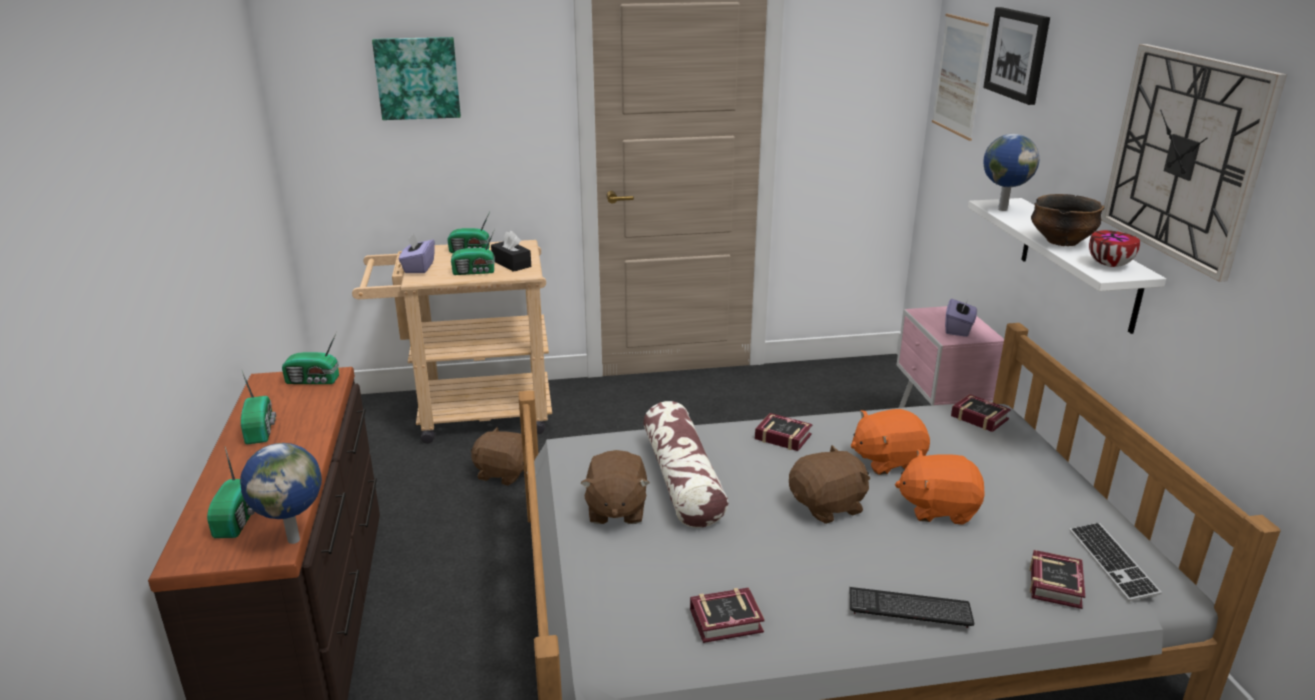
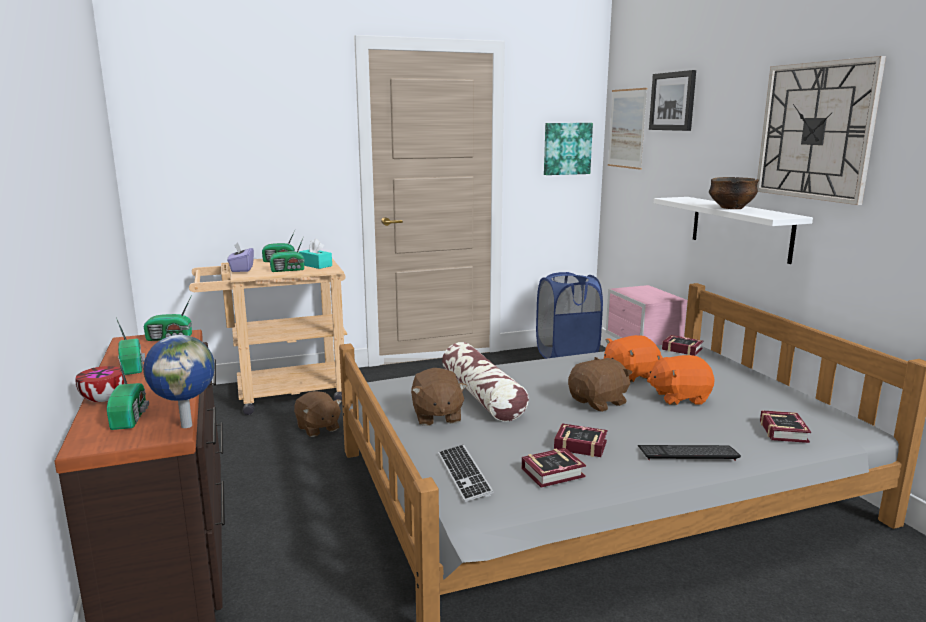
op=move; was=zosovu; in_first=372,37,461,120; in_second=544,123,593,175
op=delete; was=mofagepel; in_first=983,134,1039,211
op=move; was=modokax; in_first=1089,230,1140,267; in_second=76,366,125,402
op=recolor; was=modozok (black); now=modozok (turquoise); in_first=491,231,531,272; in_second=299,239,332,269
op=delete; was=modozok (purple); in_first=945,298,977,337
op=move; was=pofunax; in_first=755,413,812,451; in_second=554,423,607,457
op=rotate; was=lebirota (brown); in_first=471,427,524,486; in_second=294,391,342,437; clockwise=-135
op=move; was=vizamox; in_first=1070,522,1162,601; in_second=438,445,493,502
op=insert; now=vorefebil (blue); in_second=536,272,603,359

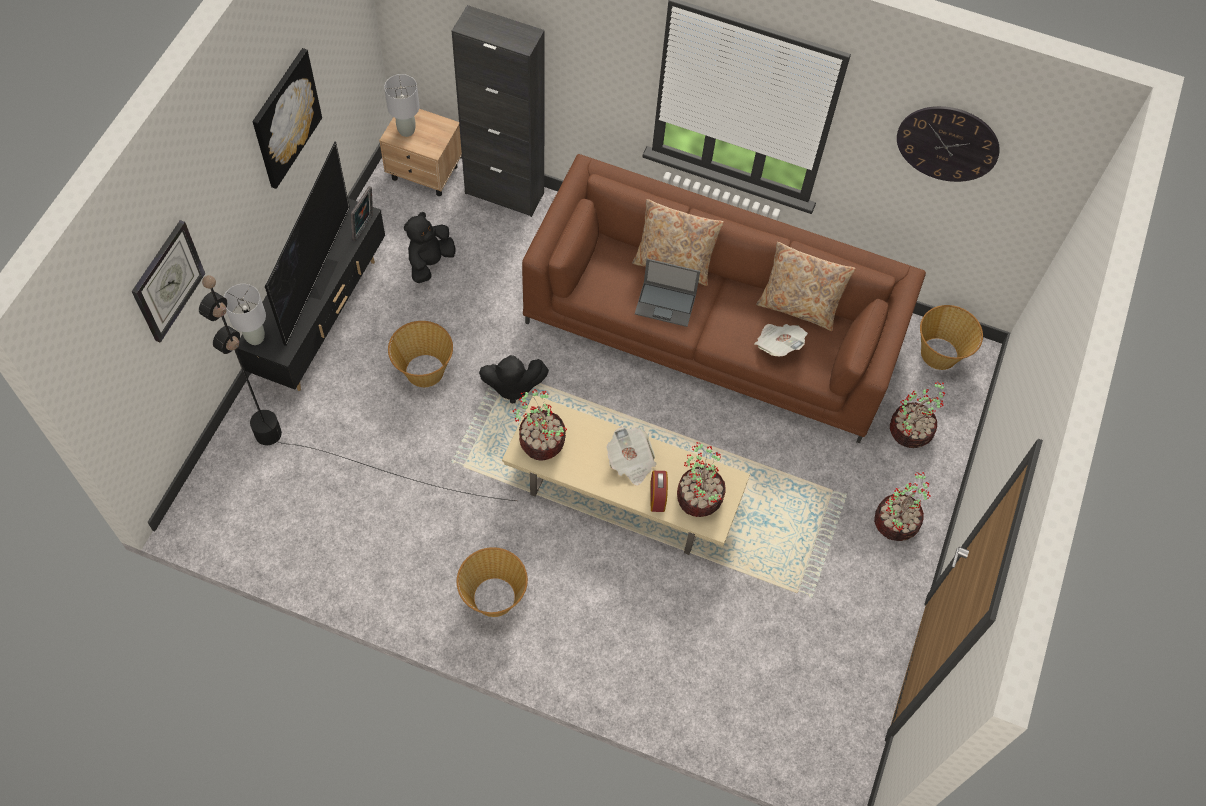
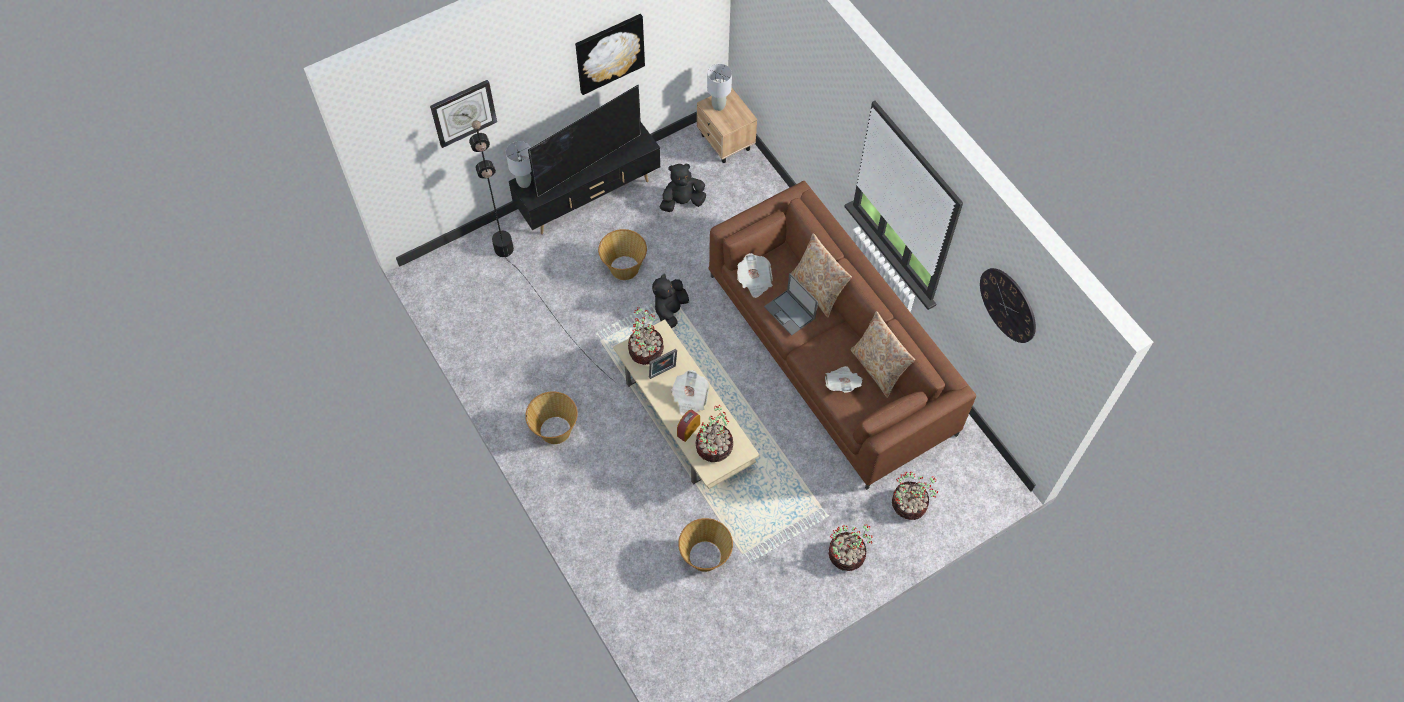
op=delete; was=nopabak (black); in_first=452,5,545,217
op=move; was=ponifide; in_first=351,186,373,242; in_second=649,349,677,379
op=move; was=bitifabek; in_first=920,305,983,370; in_second=678,518,733,572
op=rotate; was=lebirota (black); in_first=479,355,549,403; in_second=652,274,689,328; clockwise=75
op=insert; now=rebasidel; in_second=737,253,773,298

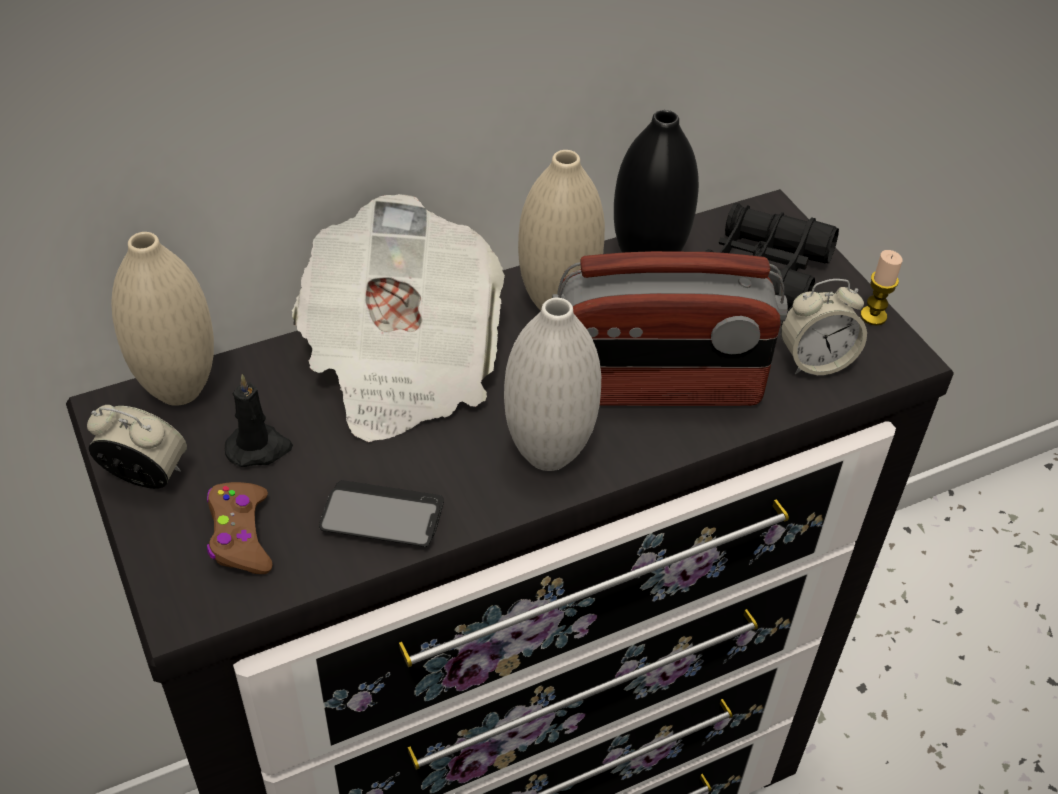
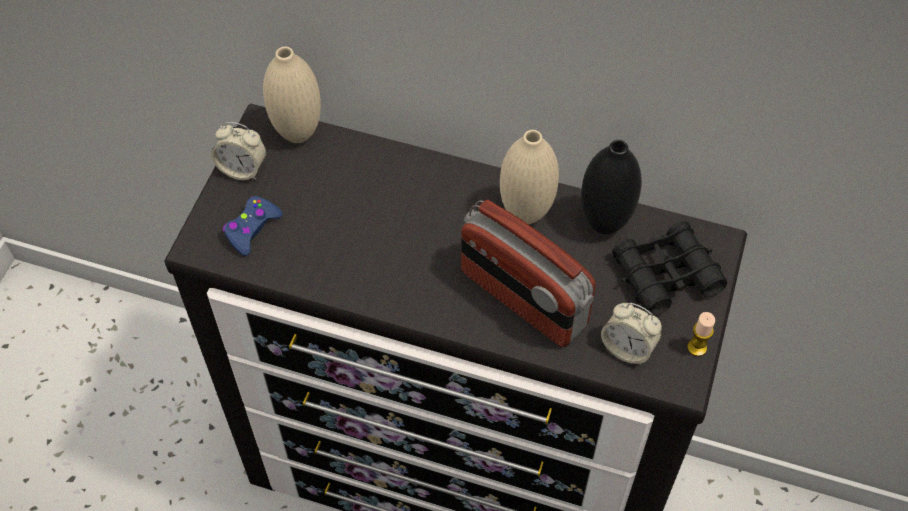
op=delete; was=rebasidel; in_first=292,194,505,442
op=delete; was=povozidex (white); in_first=504,298,601,471
op=delete; was=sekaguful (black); in_first=225,374,293,467
op=rotate; was=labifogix; in_first=87,405,187,489; in_second=211,122,266,180; clockwise=135
op=delete; was=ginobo; in_first=319,480,444,547
op=recolor; was=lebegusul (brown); now=lebegusul (blue); in_first=207,482,273,574; in_second=223,196,283,256

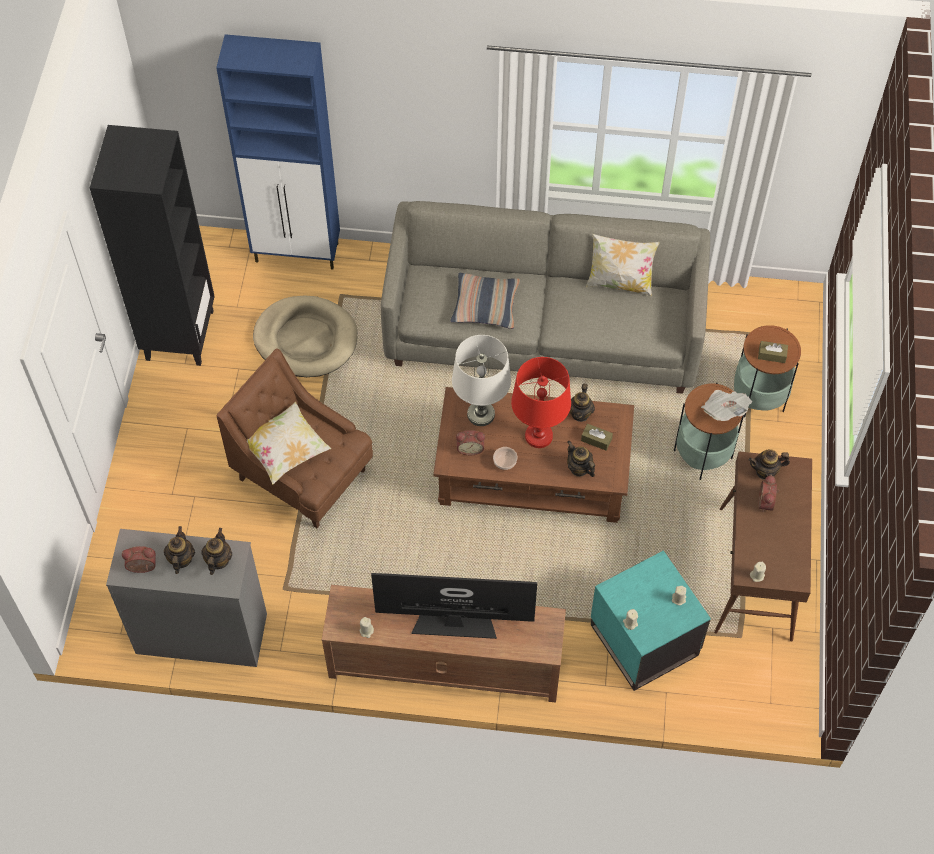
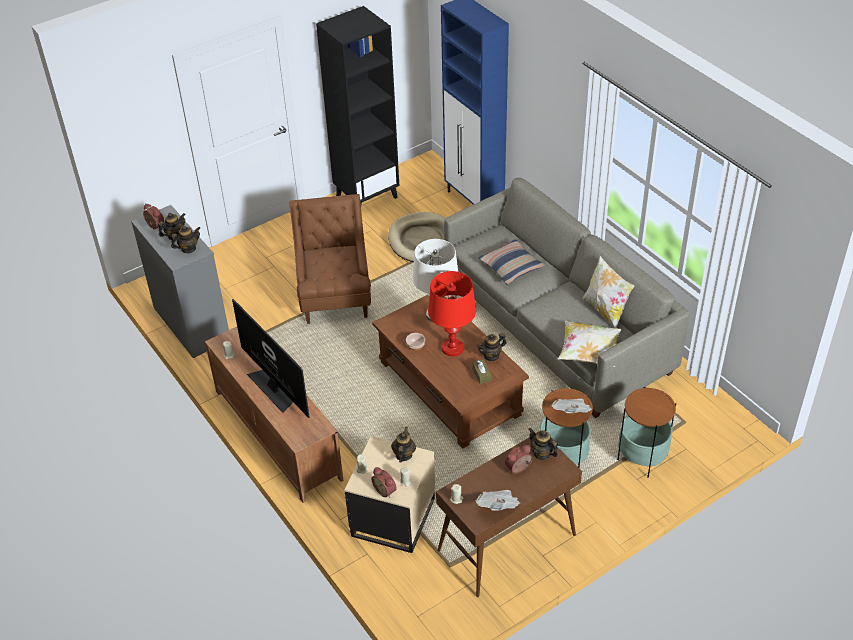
op=delete; was=modozok (brown); in_first=758,341,788,363
op=move; was=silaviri; in_first=247,402,332,484; in_second=558,321,621,367
op=move; was=labifogix; in_first=456,430,485,455; in_second=372,467,397,498
op=move; was=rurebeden; in_first=567,441,595,477; in_second=391,426,416,463
op=recolor; was=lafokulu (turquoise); now=lafokulu (beige); in_first=591,550,711,691; in_second=344,436,435,553
op=insert; now=rebasidel; in_second=476,490,520,511

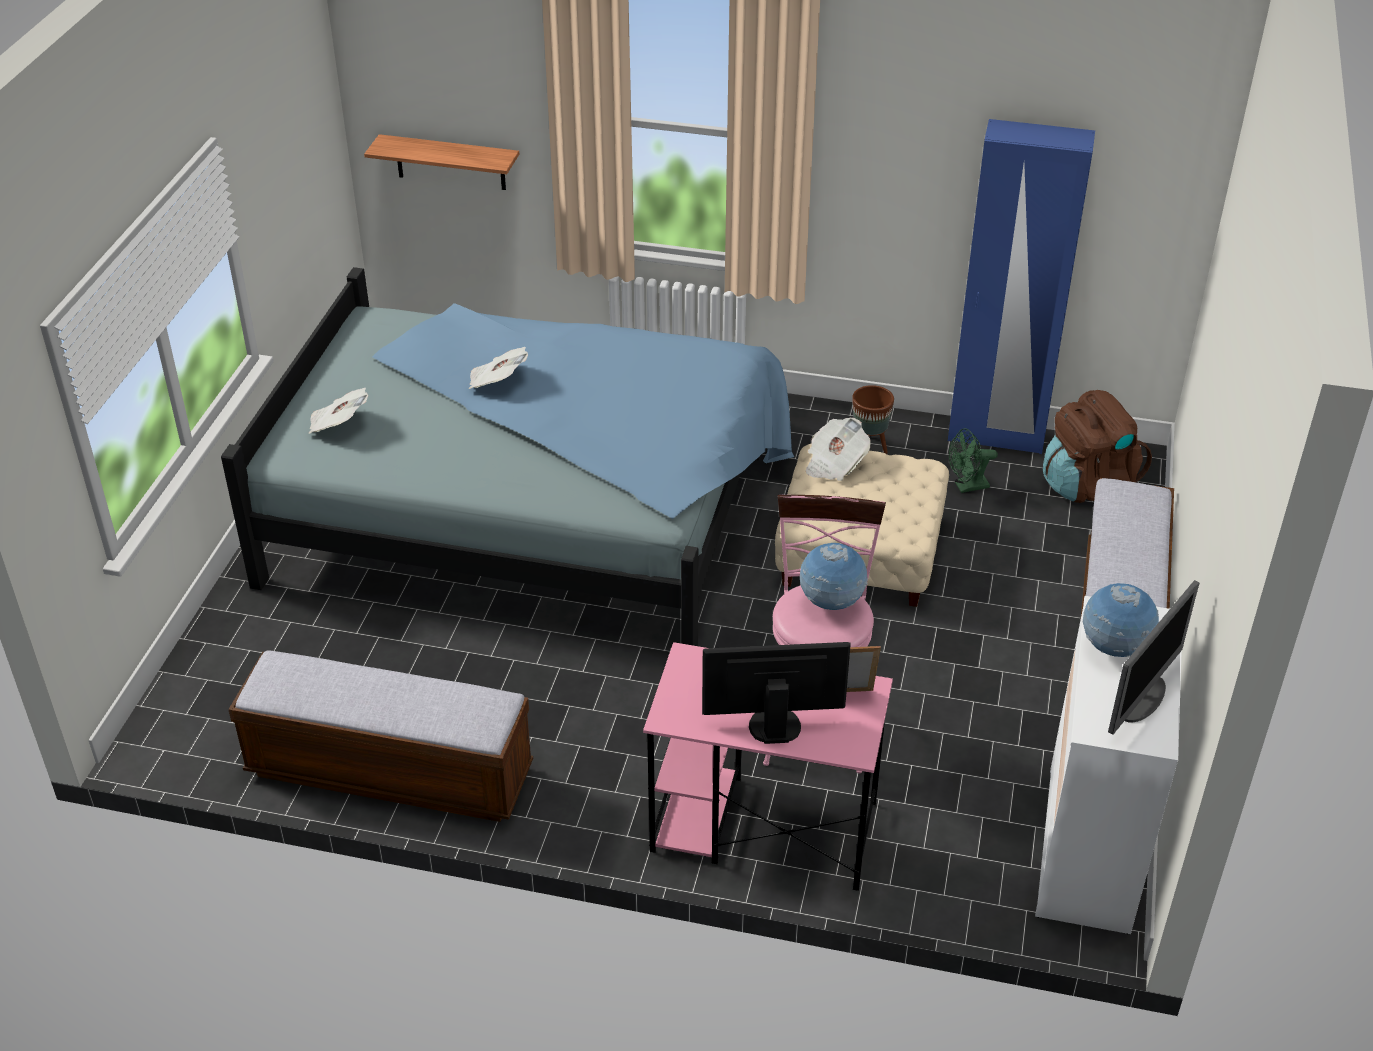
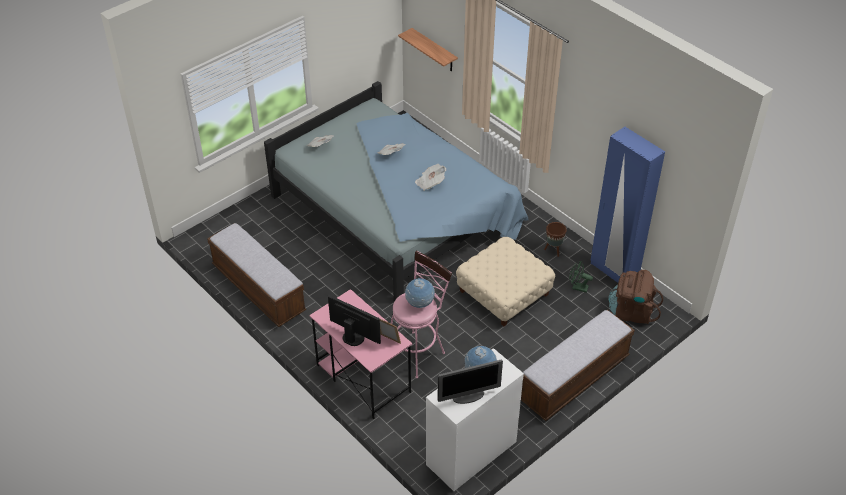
op=move; was=rebasidel; in_first=806,418,871,481; in_second=415,164,446,191

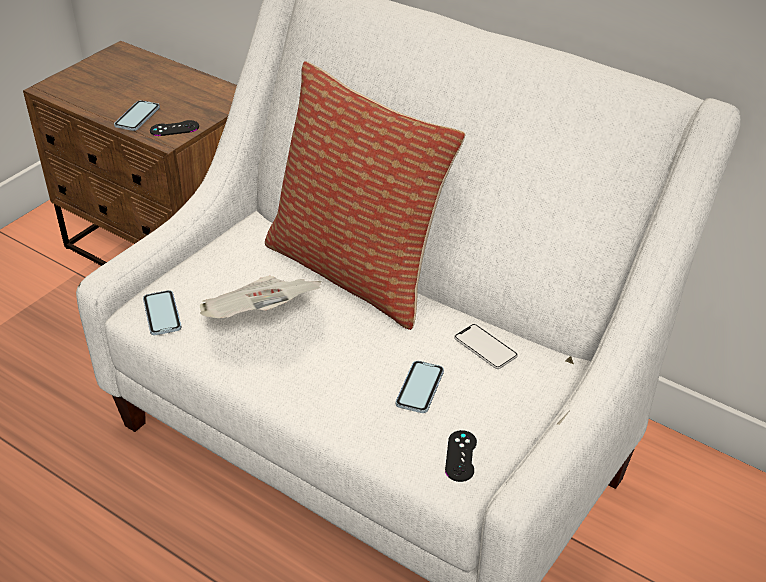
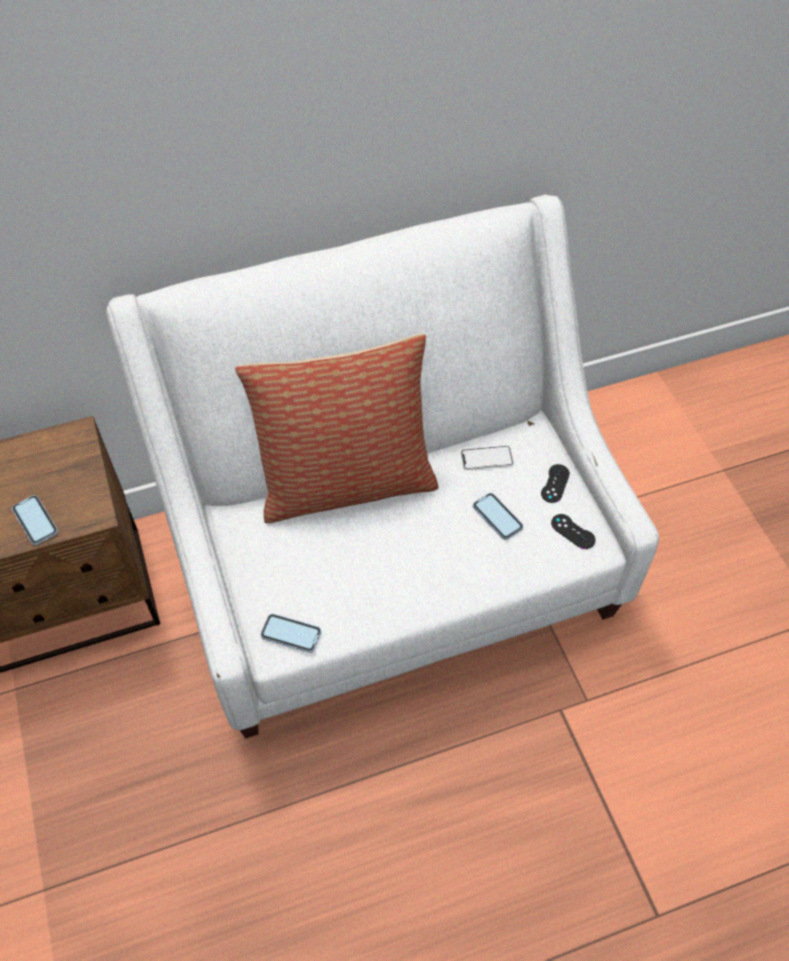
op=move; was=lebegusul (black); in_first=150,120,199,136; in_second=541,464,570,503
op=delete; was=rebasidel; in_first=199,276,321,318

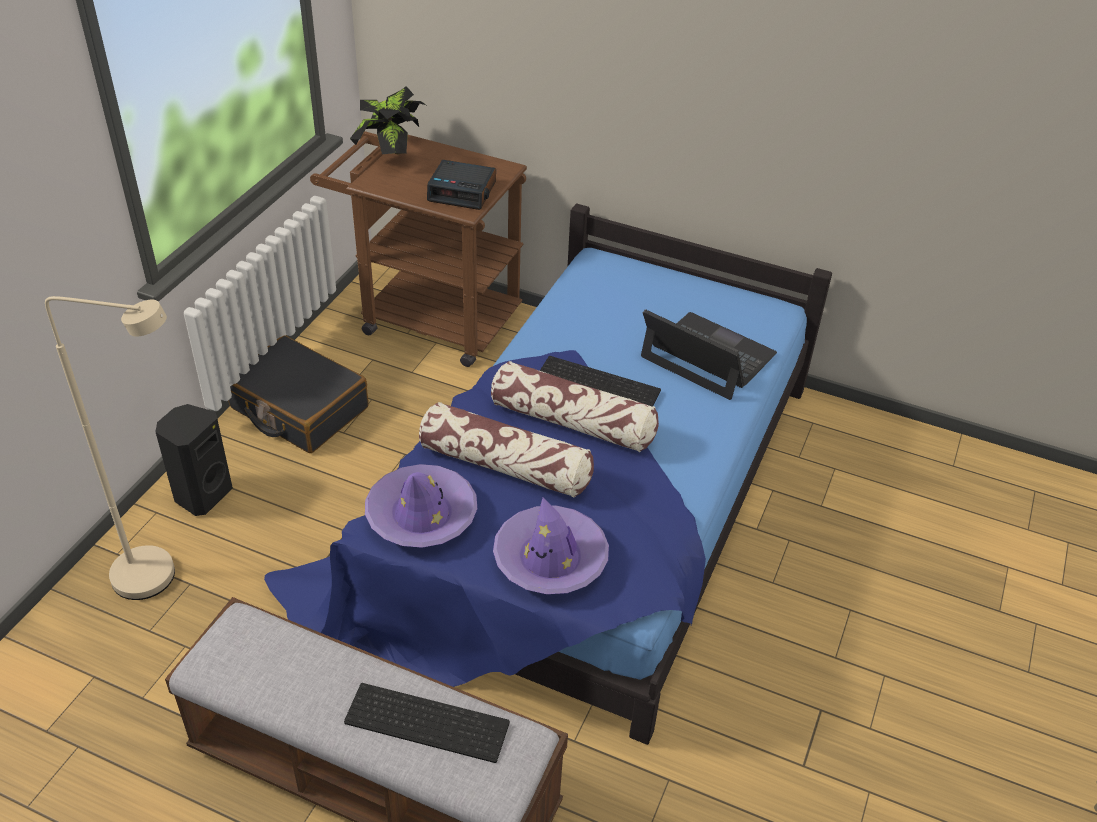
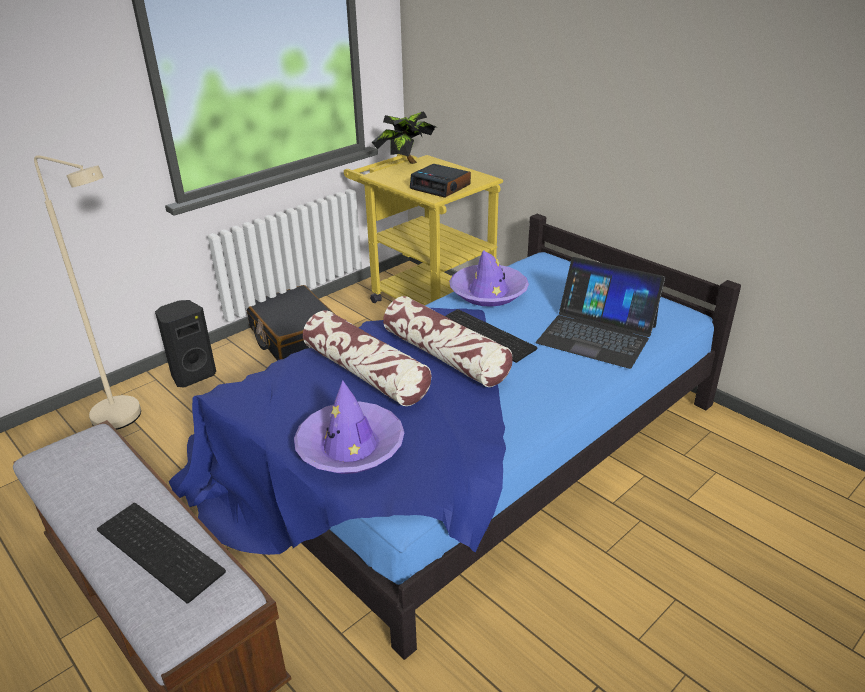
op=recolor; was=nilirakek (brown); now=nilirakek (yellow); in_first=310,131,527,367; in_second=344,154,503,305
op=rotate; was=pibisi; in_first=641,309,777,400; in_second=536,257,665,369; clockwise=150
op=move; was=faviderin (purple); in_first=365,464,477,548; in_second=449,250,529,307

